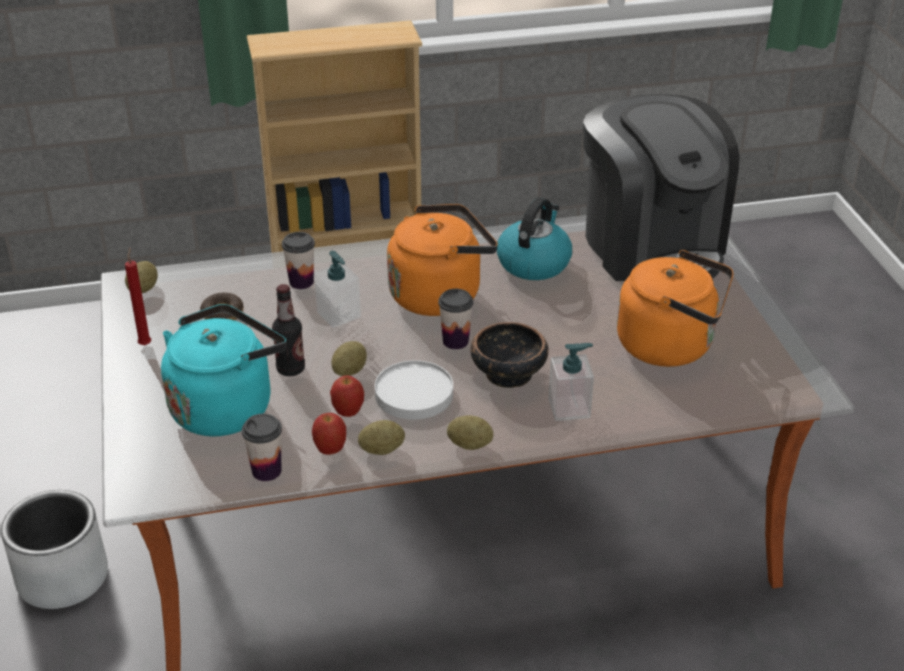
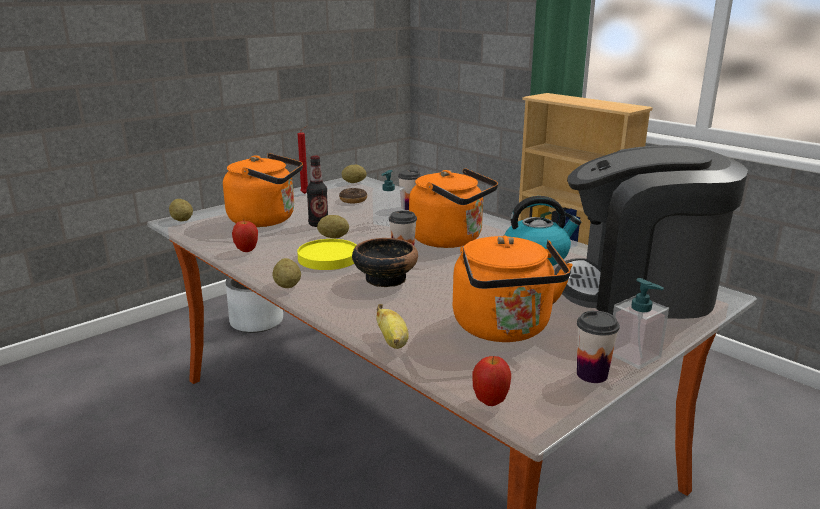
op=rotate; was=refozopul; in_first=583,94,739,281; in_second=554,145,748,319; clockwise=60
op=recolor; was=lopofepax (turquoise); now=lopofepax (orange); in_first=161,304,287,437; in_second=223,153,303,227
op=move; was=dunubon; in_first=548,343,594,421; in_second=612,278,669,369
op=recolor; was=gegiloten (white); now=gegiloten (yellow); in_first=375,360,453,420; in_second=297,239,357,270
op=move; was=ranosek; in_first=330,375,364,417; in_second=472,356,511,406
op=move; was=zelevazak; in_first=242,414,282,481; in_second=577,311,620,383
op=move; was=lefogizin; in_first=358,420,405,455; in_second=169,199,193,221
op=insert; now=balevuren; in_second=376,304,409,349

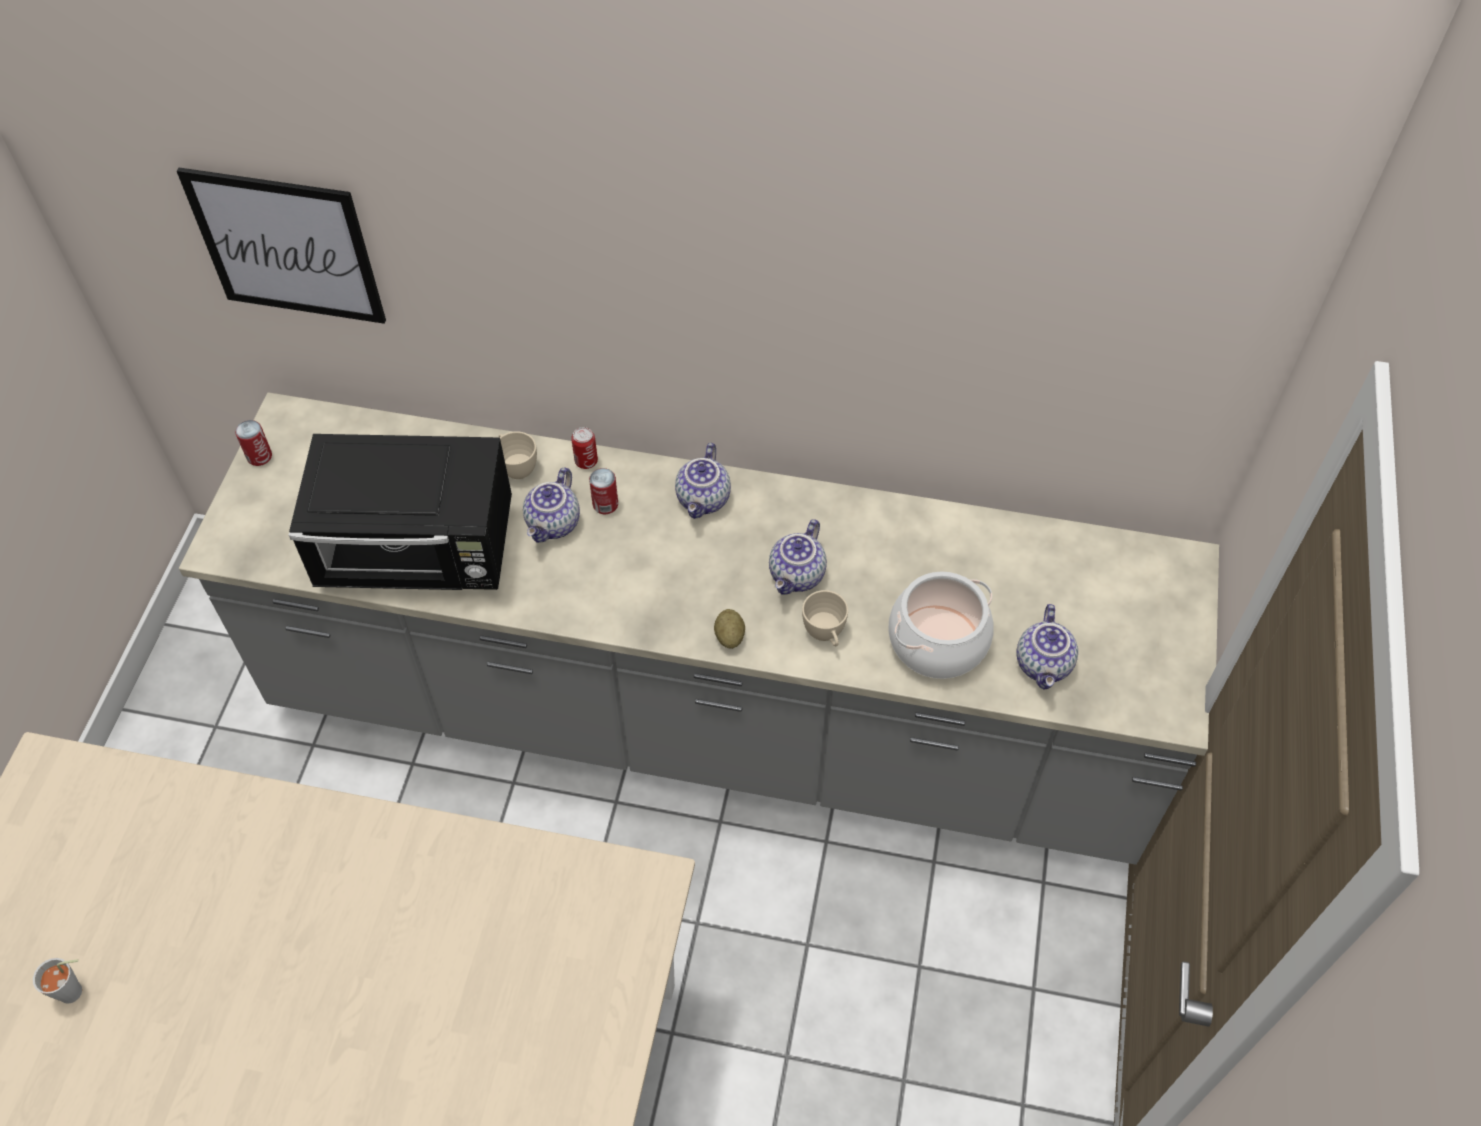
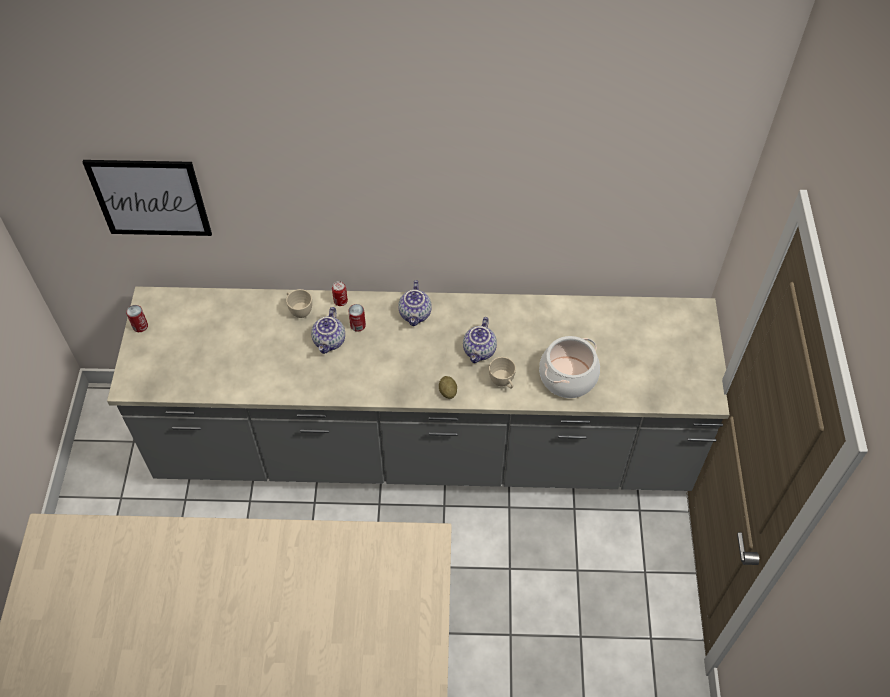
op=delete; was=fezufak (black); in_first=289,434,512,590
op=delete; was=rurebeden; in_first=1017,604,1078,689
op=delete; was=zelevazak (grey); in_first=33,958,82,1004

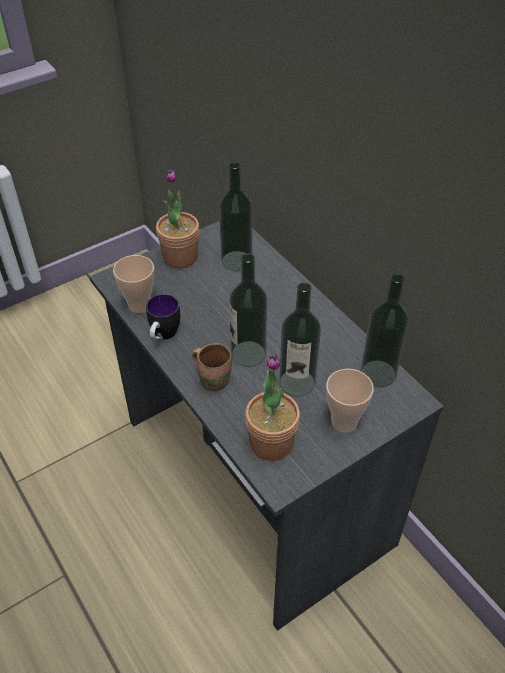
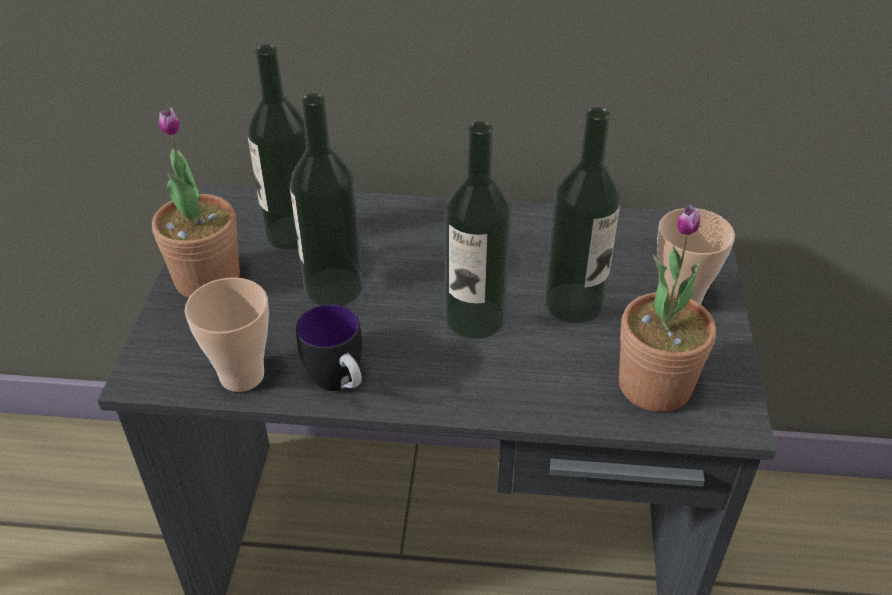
op=move; was=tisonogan; in_first=361,273,409,387; in_second=290,93,363,306
op=delete; was=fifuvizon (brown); in_first=192,343,232,392

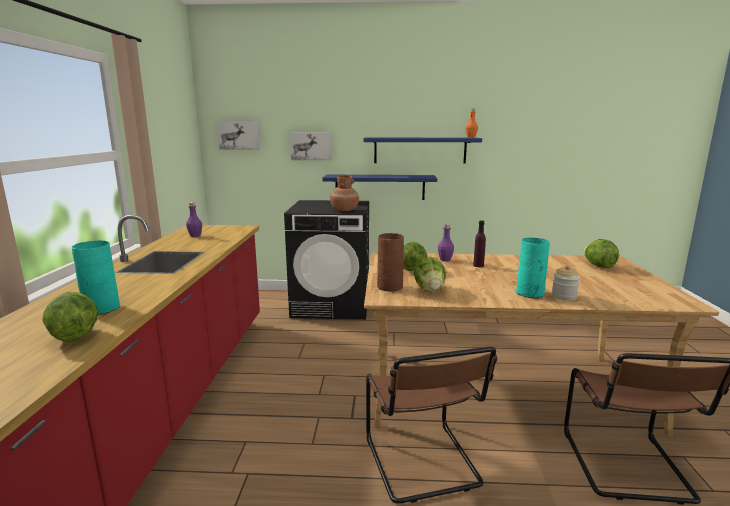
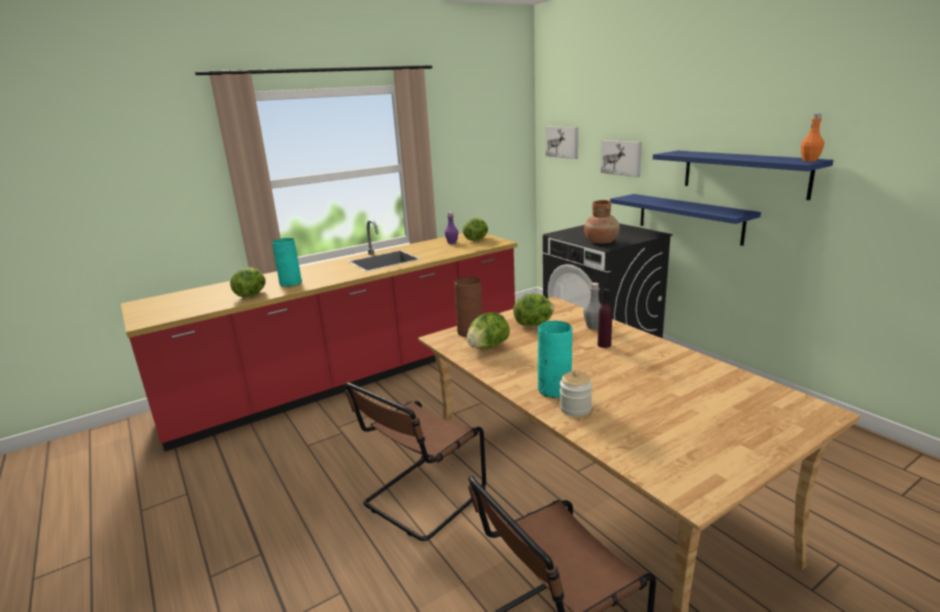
op=recolor; was=tisonogan (purple); now=tisonogan (grey); in_first=438,223,454,261; in_second=583,283,601,329
op=move; was=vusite; in_first=583,239,619,268; in_second=463,218,488,241

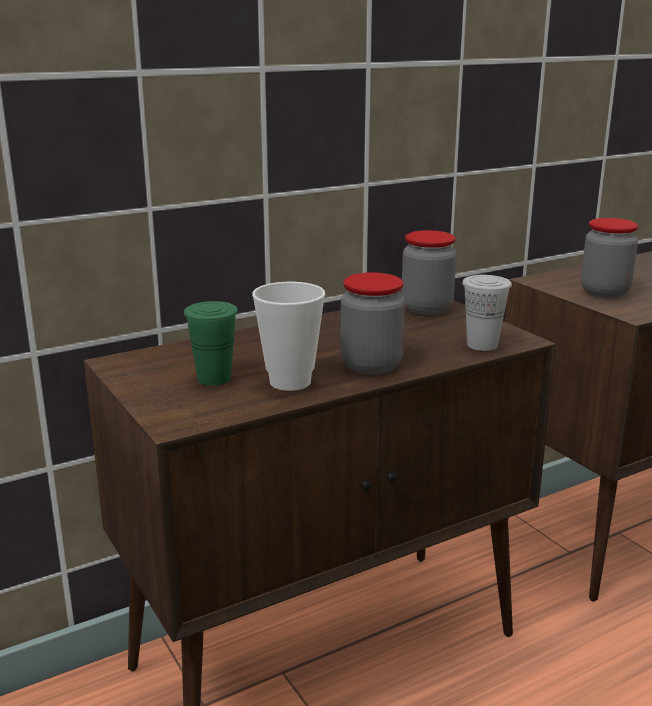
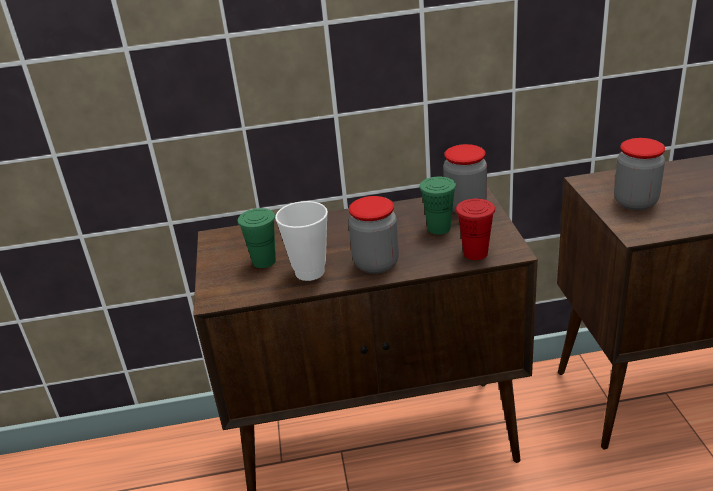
op=recolor; was=zelevazak (white); now=zelevazak (red); in_first=462,275,512,351; in_second=456,199,495,260
op=insert; now=zelevazak (green); in_second=419,177,456,235

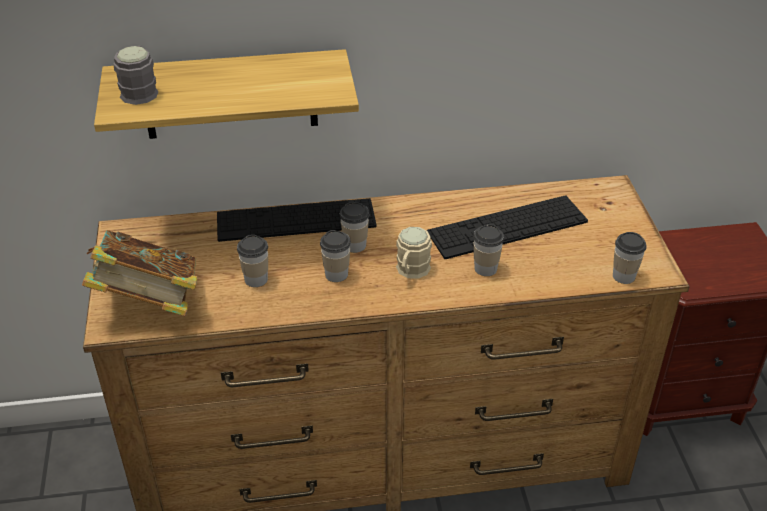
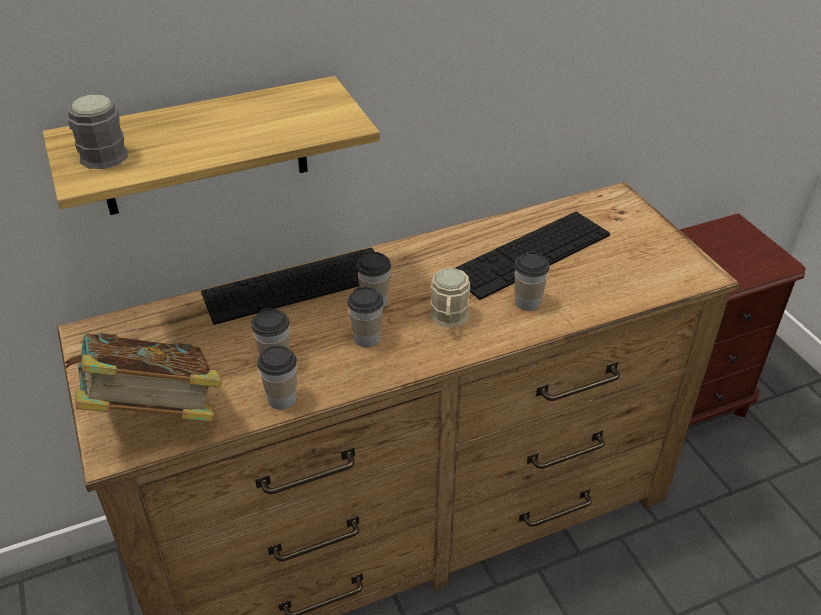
op=move; was=zelevazak; in_first=613,232,647,284; in_second=257,345,297,410

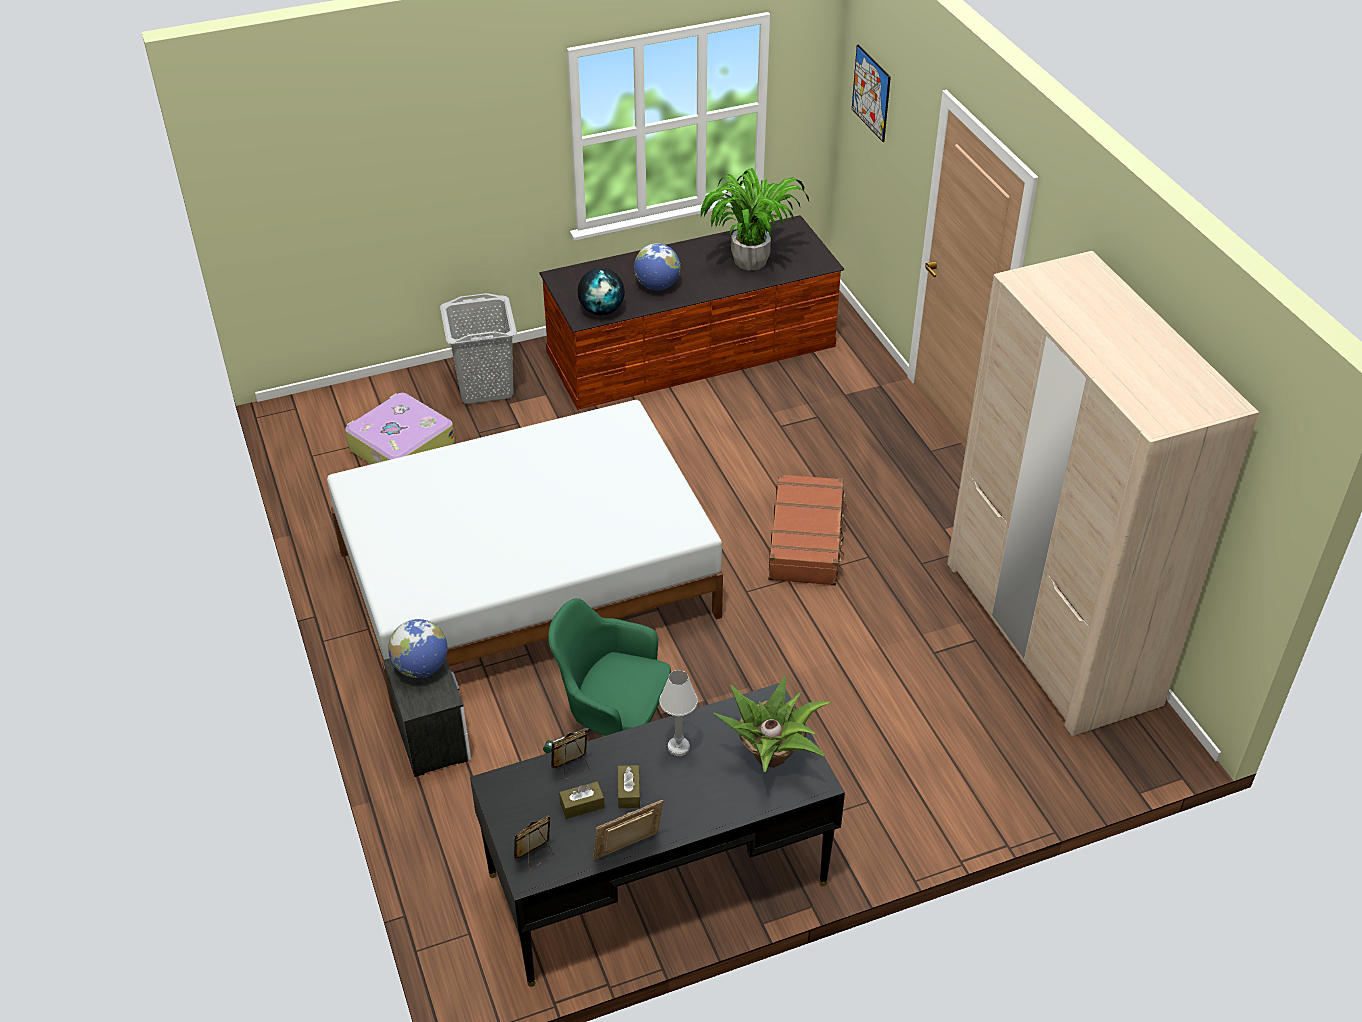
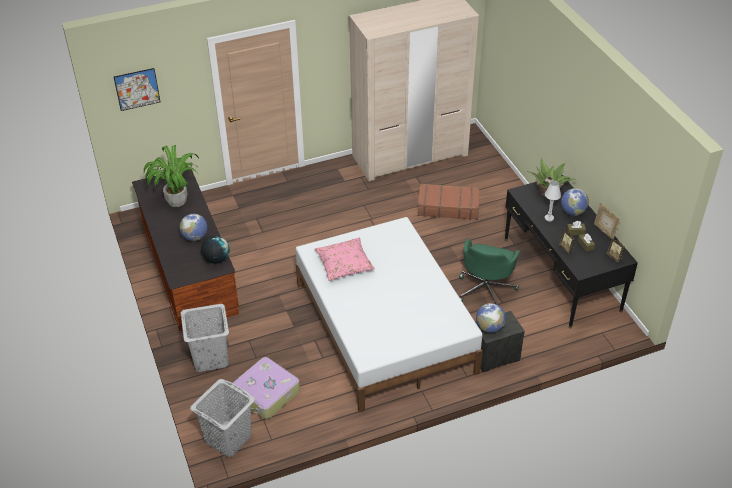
op=move; was=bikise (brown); in_first=768,474,847,586; in_second=417,183,480,220
op=insert; now=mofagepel; in_second=561,188,589,216
op=insert; now=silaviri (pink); in_second=315,238,375,281
op=insert; now=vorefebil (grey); in_second=190,379,255,457

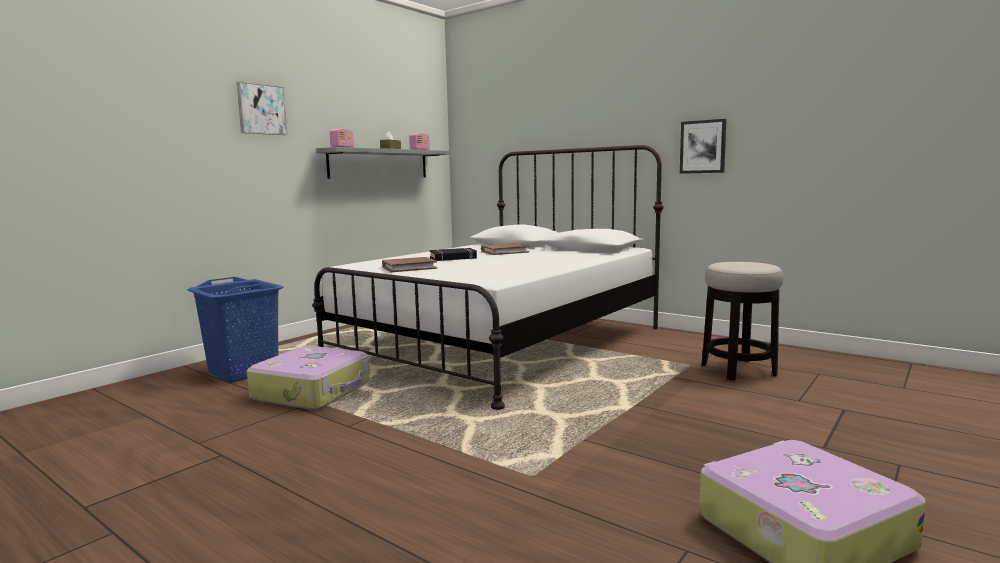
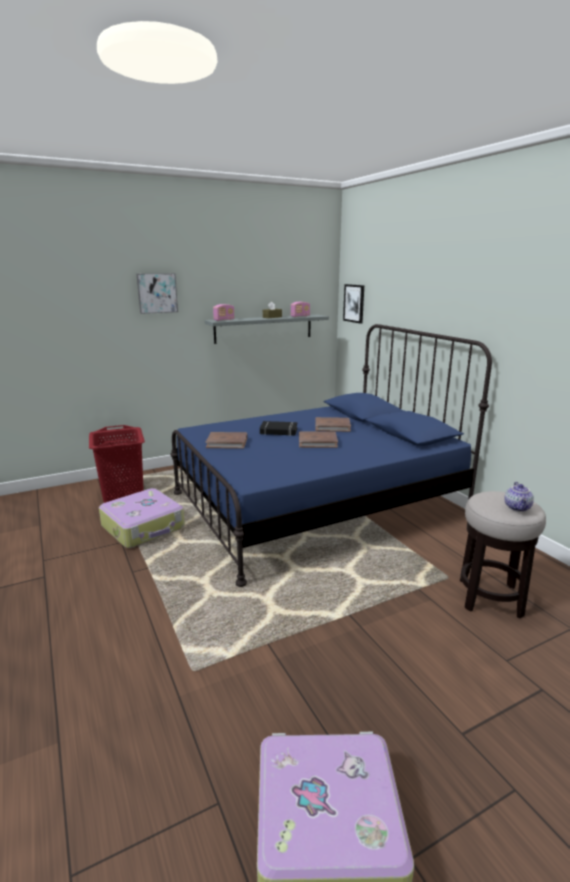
op=move; was=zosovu; in_first=680,119,727,174; in_second=343,284,364,324
op=recolor; was=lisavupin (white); now=lisavupin (blue); in_first=312,145,664,410; in_second=170,324,492,587
op=recolor; was=vorefebil (blue); now=vorefebil (red); in_first=188,277,284,383; in_second=89,425,145,503
op=insert; now=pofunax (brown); in_second=299,432,338,448
op=insert; now=rurebeden; in_second=504,482,534,512

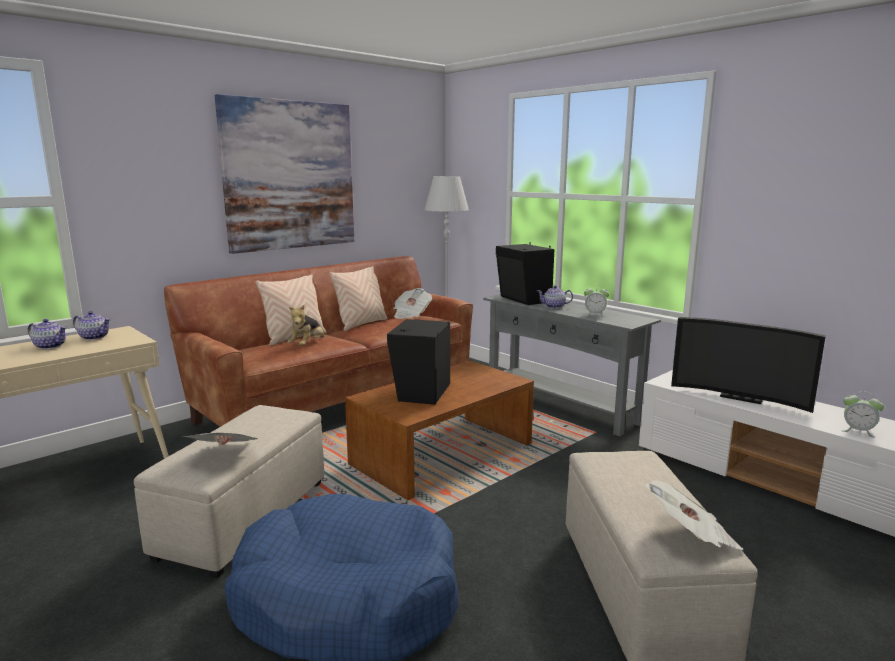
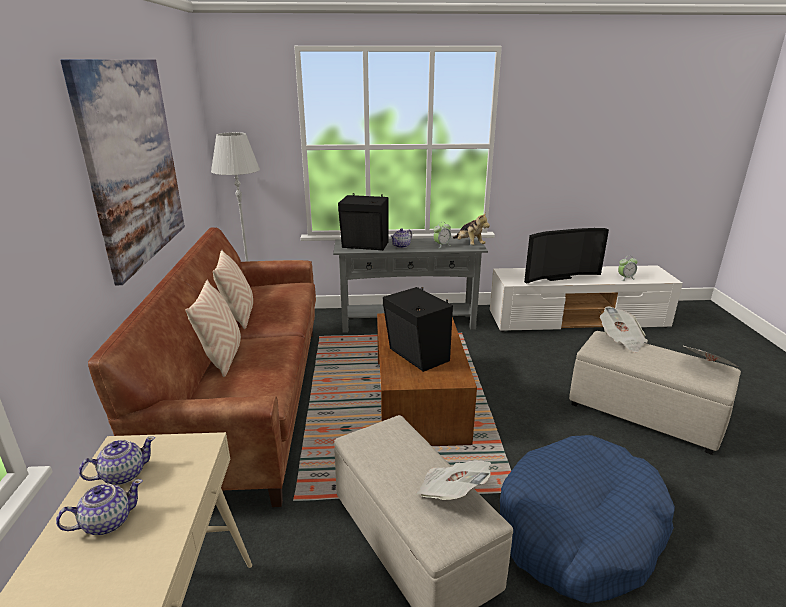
op=move; was=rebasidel; in_first=393,288,432,319; in_second=600,306,648,353
op=move; was=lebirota; in_first=287,305,324,346; in_second=453,212,490,245

